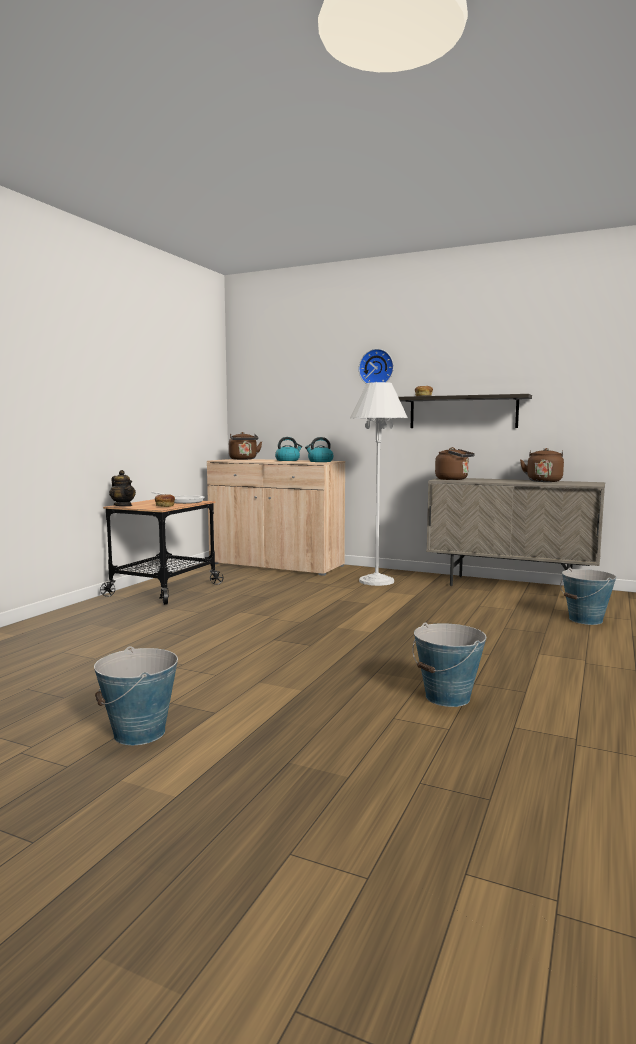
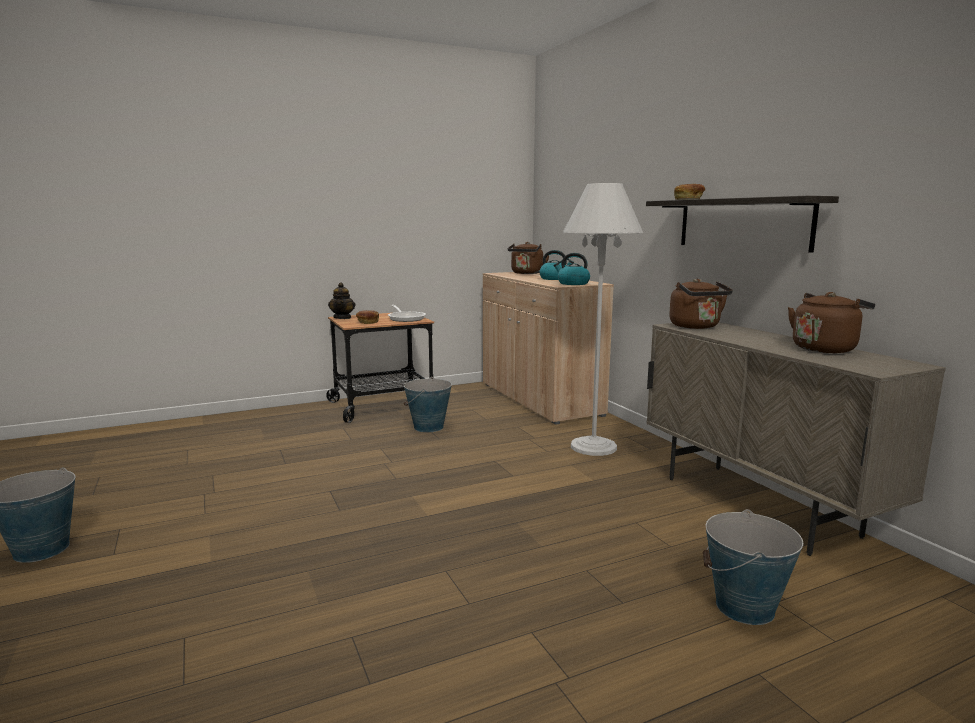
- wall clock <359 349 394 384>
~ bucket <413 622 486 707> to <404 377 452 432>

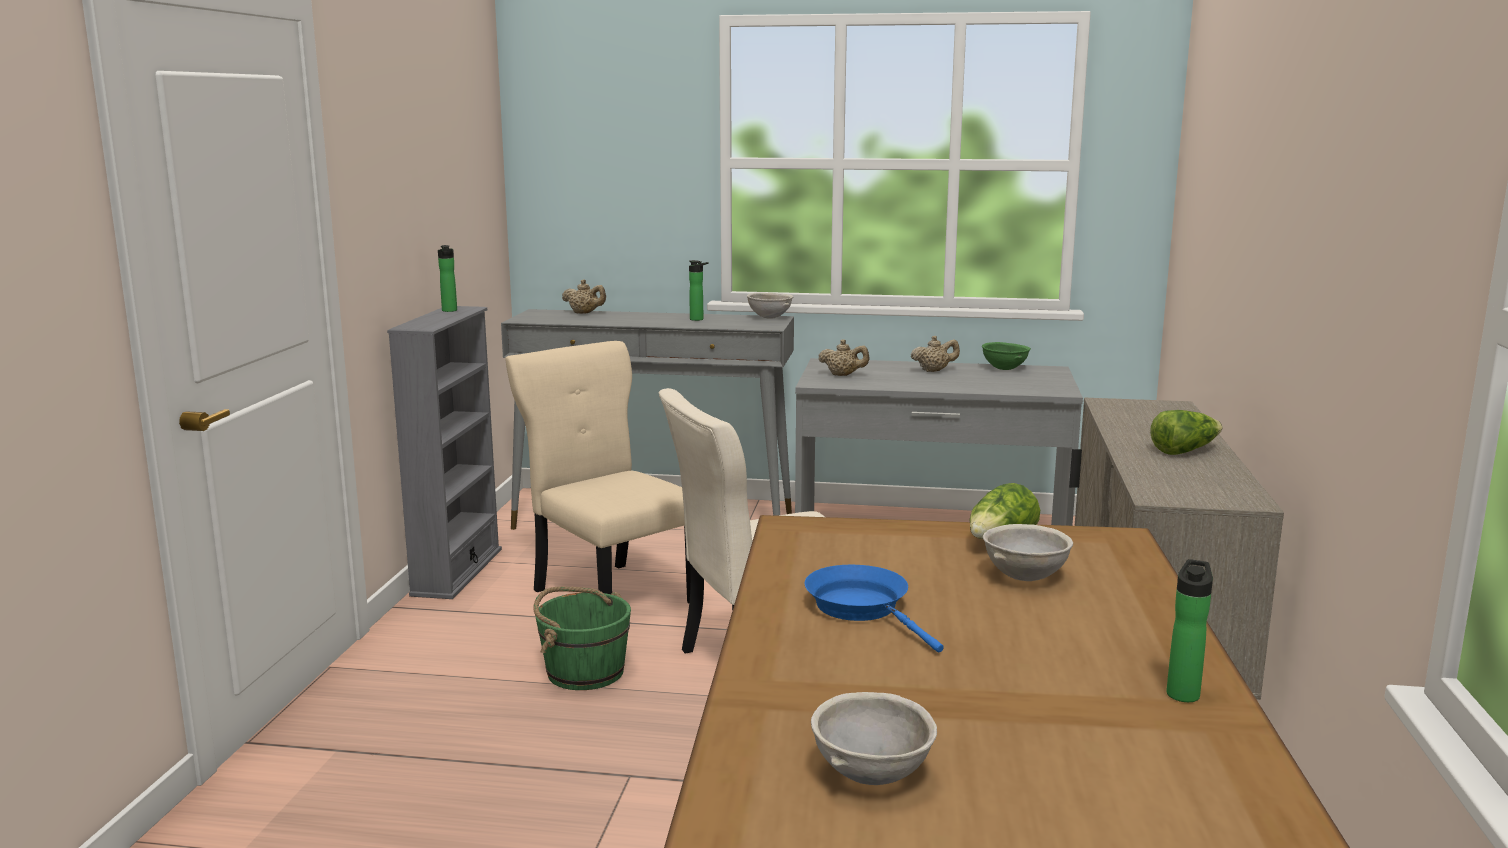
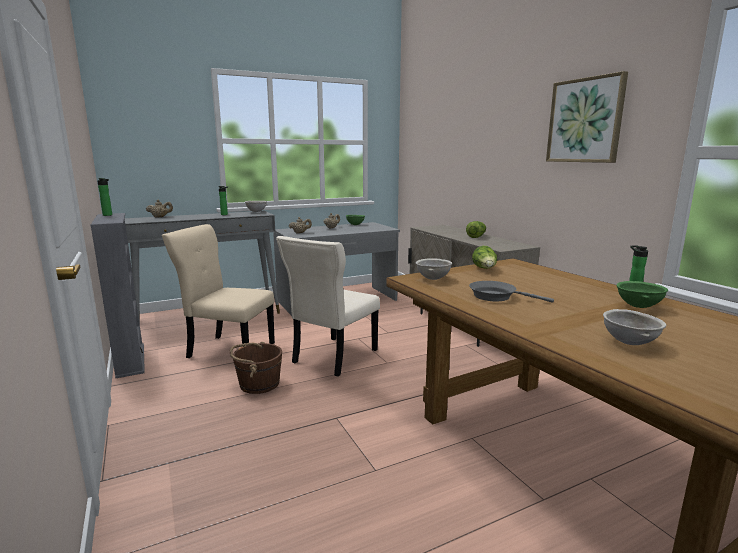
~ grey bowl <983 524 1073 581> to <416 258 452 280>
~ blue frying pan <804 565 943 653> to grey frying pan <469 281 554 303>
~ green bucket <533 587 631 690> to brown bucket <230 342 282 394>
+ picture <546 71 628 163>
+ green bowl <617 281 668 308>

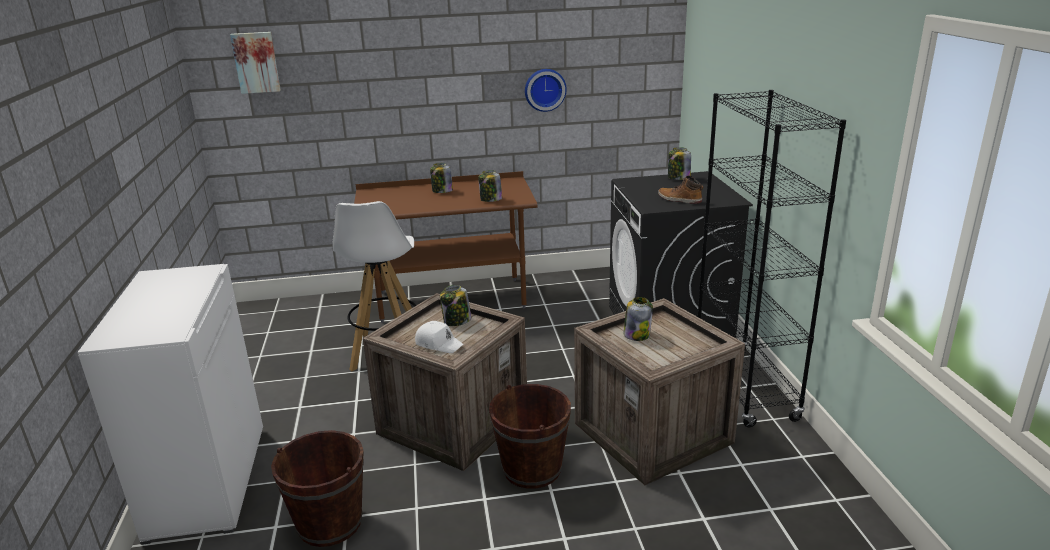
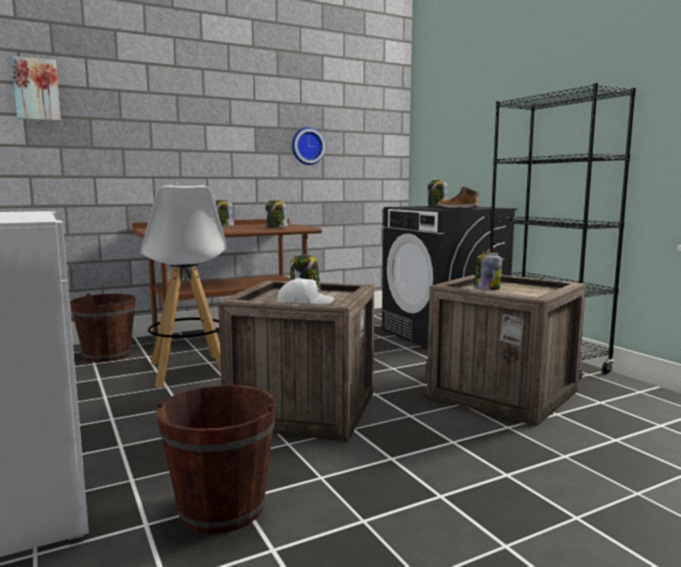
~ brown bucket <489 384 571 489> to <70 293 135 362>

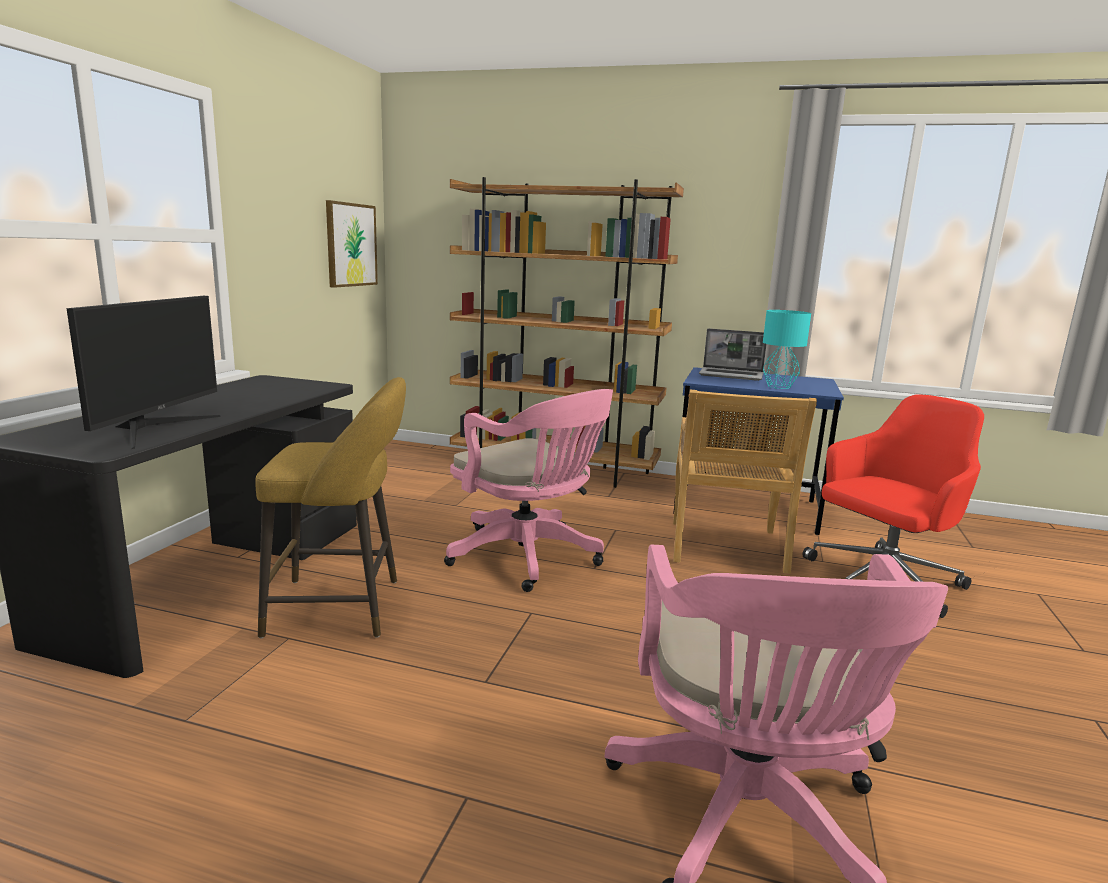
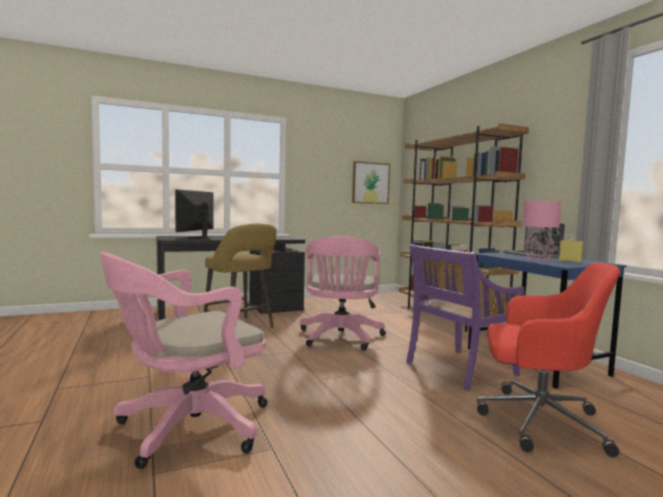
~ monitor <66 296 220 449> = <175 189 213 240> 135 degrees clockwise
~ turquoise table lamp <763 310 811 389> to pink table lamp <523 201 561 262>
~ beige chair <673 390 817 574> to purple chair <406 244 525 391>
+ yellow bottle <559 235 584 263>

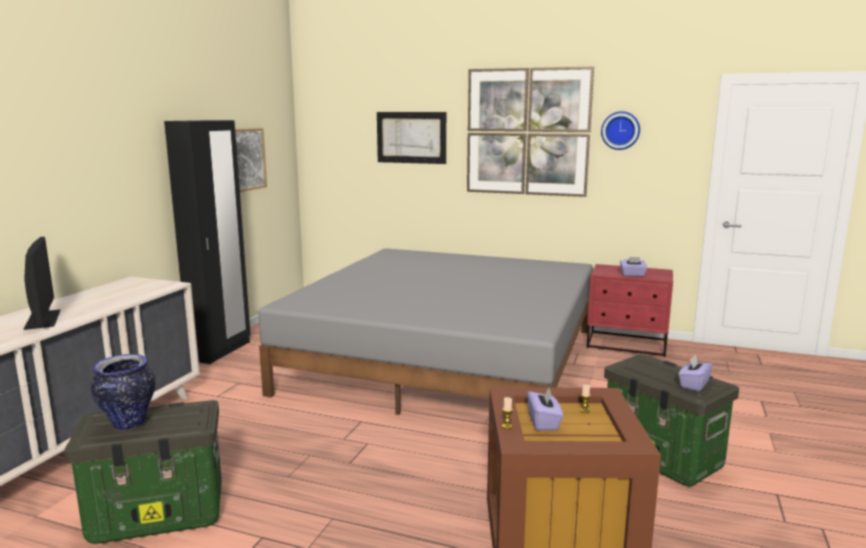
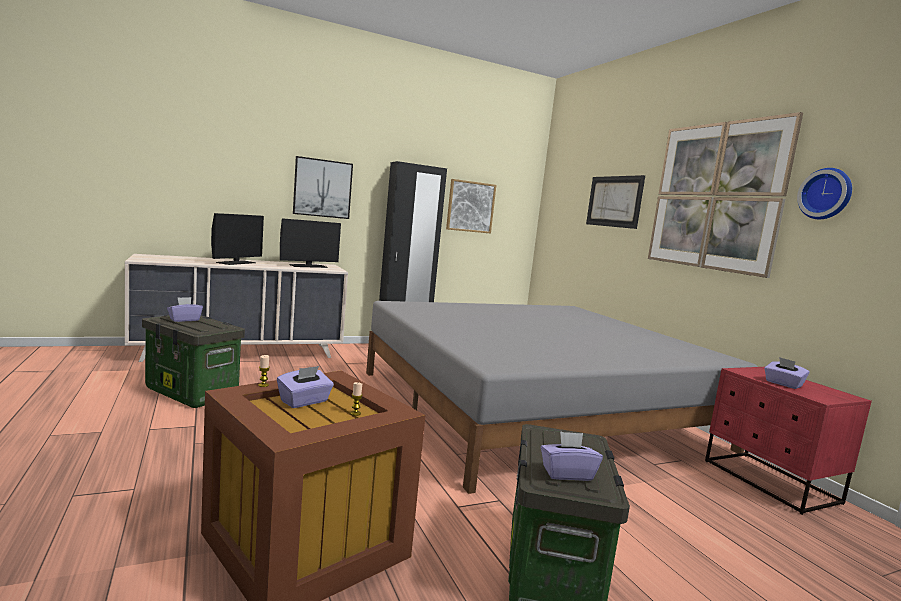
~ vase <91 354 155 430> to purple tissue box <167 297 203 322>
+ picture <293 156 353 219>
+ monitor <280 218 341 268>

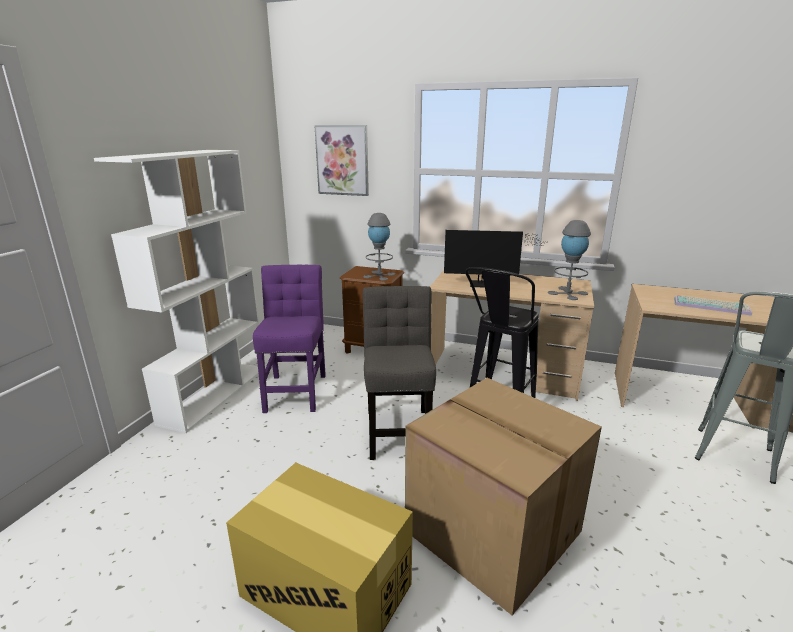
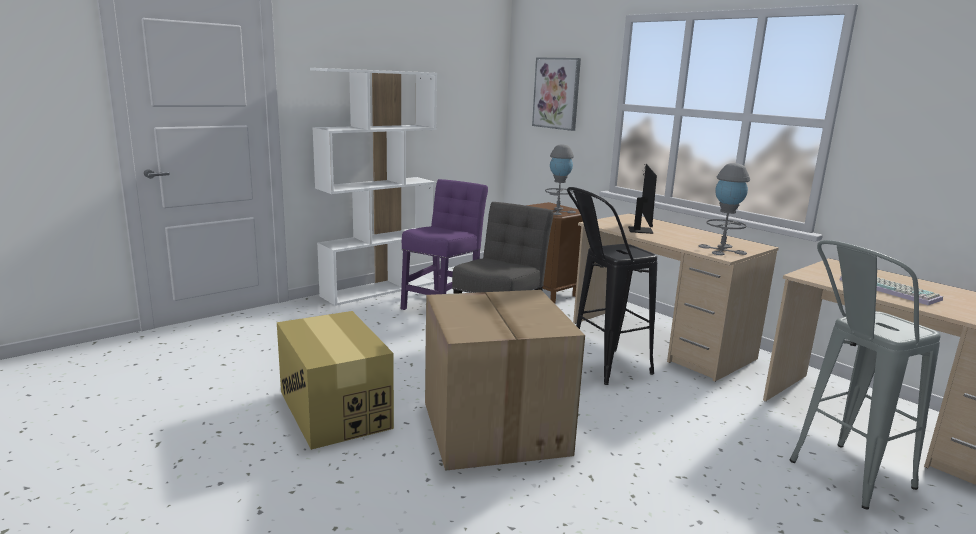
~ monitor <444 230 543 288> = <628 164 657 234> 120 degrees counterclockwise

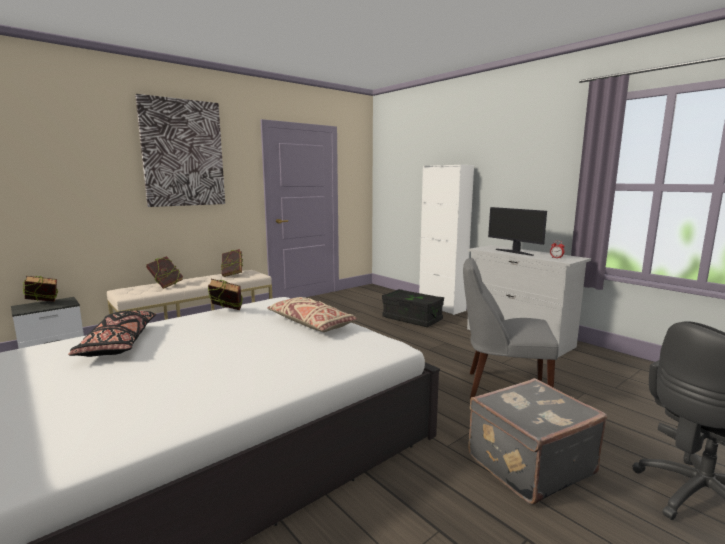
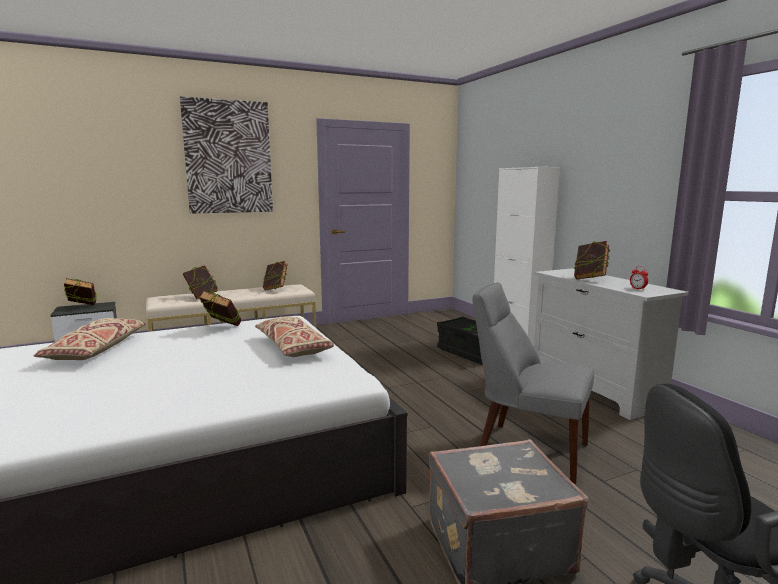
~ monitor <488 207 547 256> to book <574 241 610 279>
~ black pillow <68 311 156 357> to beige pillow <33 318 146 360>

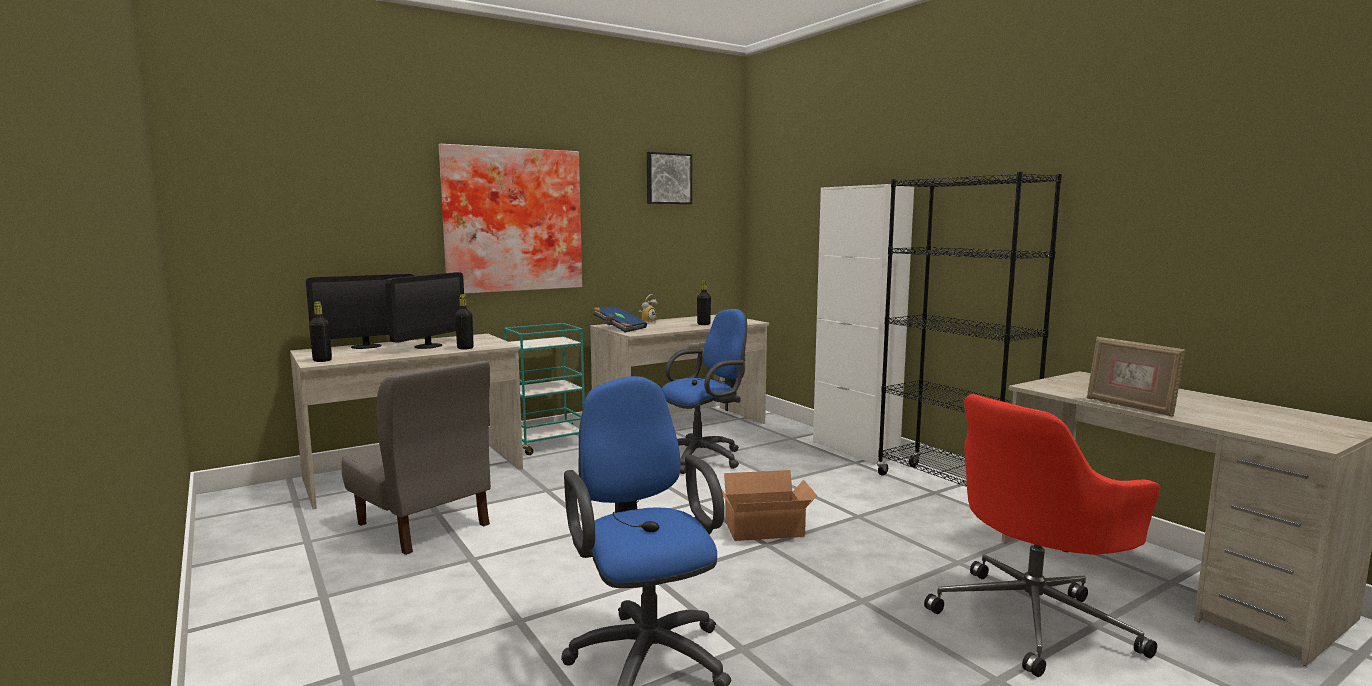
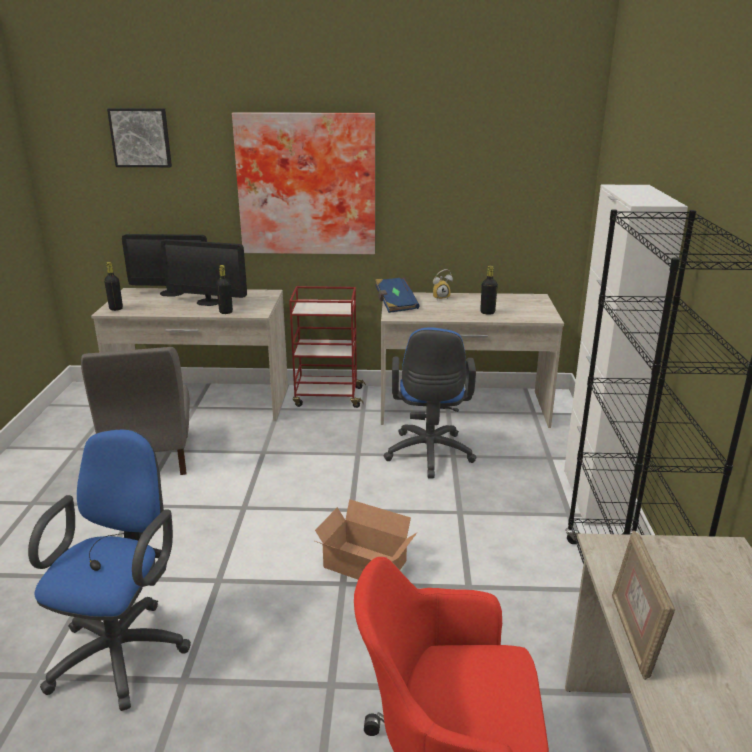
~ picture <647 152 692 204> to <107 108 172 167>
~ monitor <386 272 464 349> = <161 239 247 306> 45 degrees clockwise
~ blue office chair <661 309 747 474> = <384 327 476 479> 90 degrees clockwise
~ turquoise cart <504 323 585 455> to red cart <289 286 366 408>

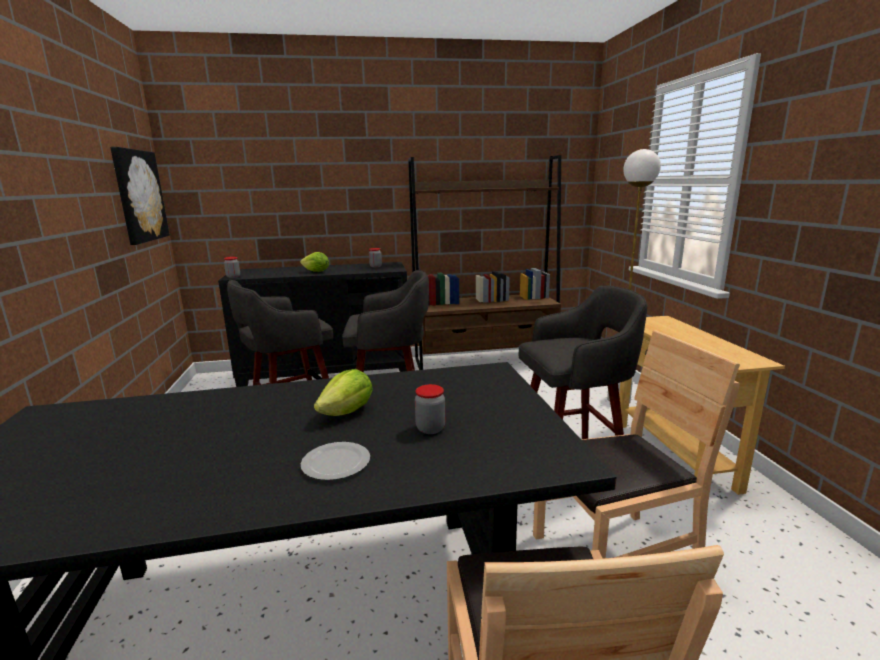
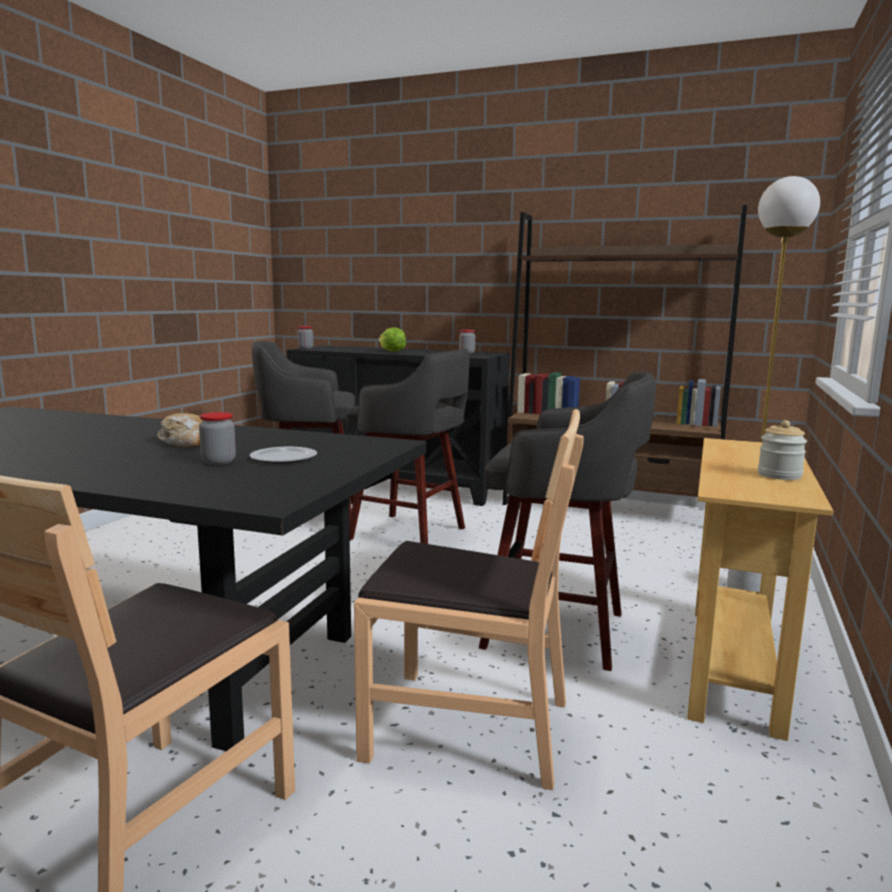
- picture <110 147 170 245>
~ lettuce <314 369 373 416> to bread <157 413 202 447>
~ plate <301 442 370 480> to <250 447 317 464>
+ jar <758 420 807 480>

